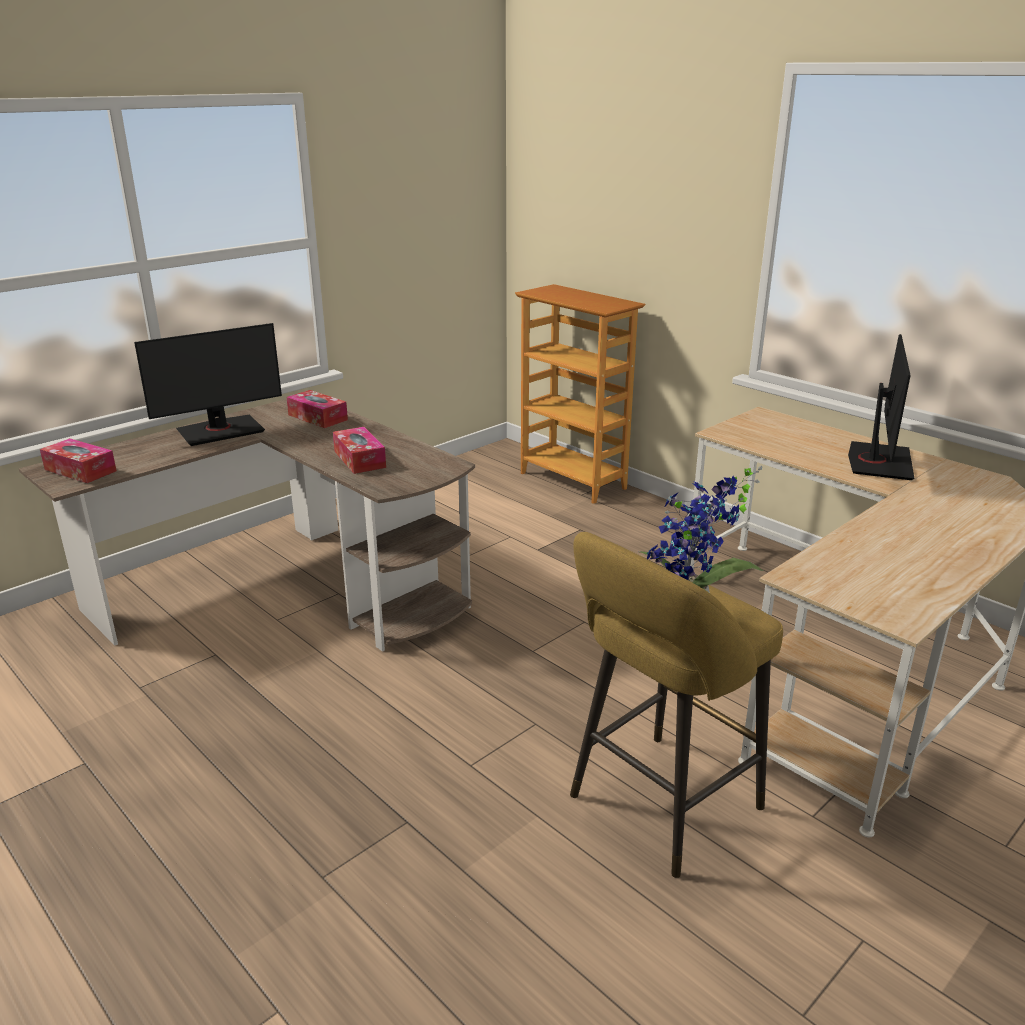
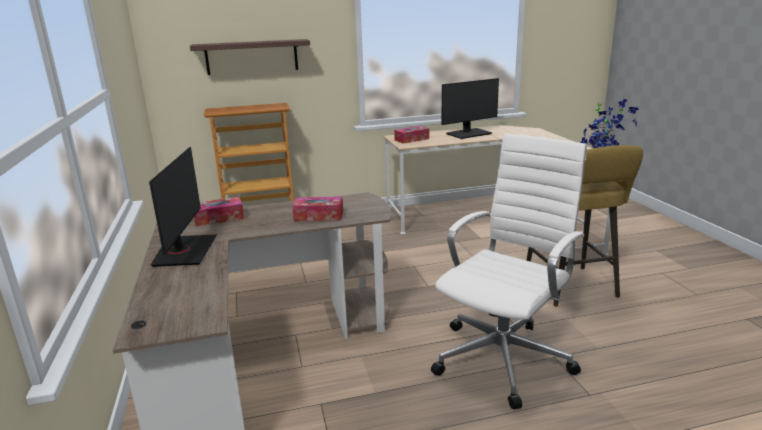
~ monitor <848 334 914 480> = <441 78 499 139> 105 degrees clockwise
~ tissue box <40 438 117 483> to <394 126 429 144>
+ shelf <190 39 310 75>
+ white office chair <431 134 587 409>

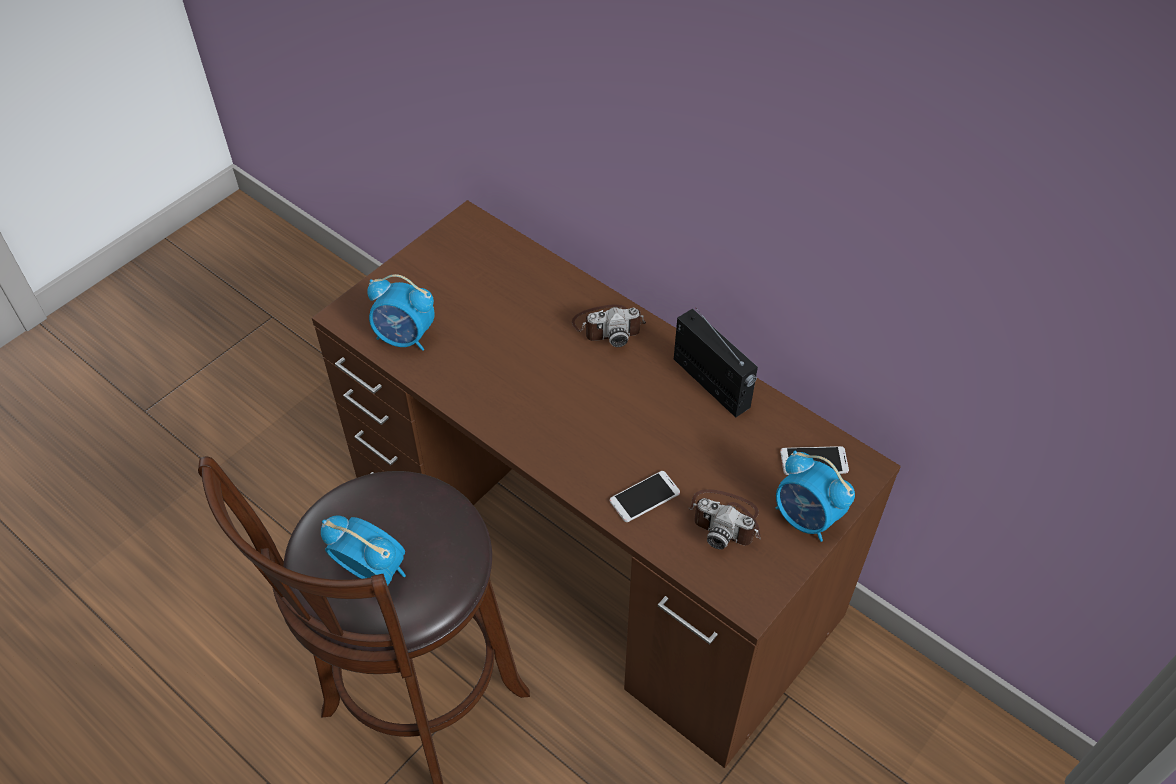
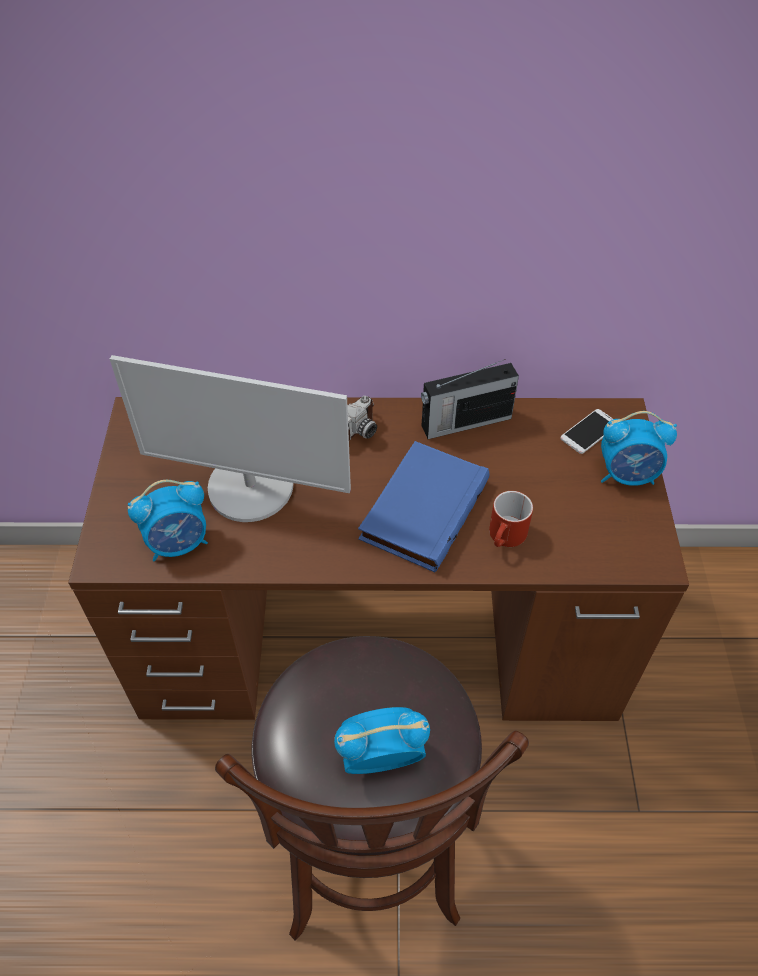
~ radio <674 308 758 417> = <421 359 519 439> 150 degrees clockwise
~ phone <610 471 680 522> to red mug <489 491 533 547>
- photo camera <689 489 761 549>
+ monitor <110 355 351 522>
+ blue book <358 441 490 572>

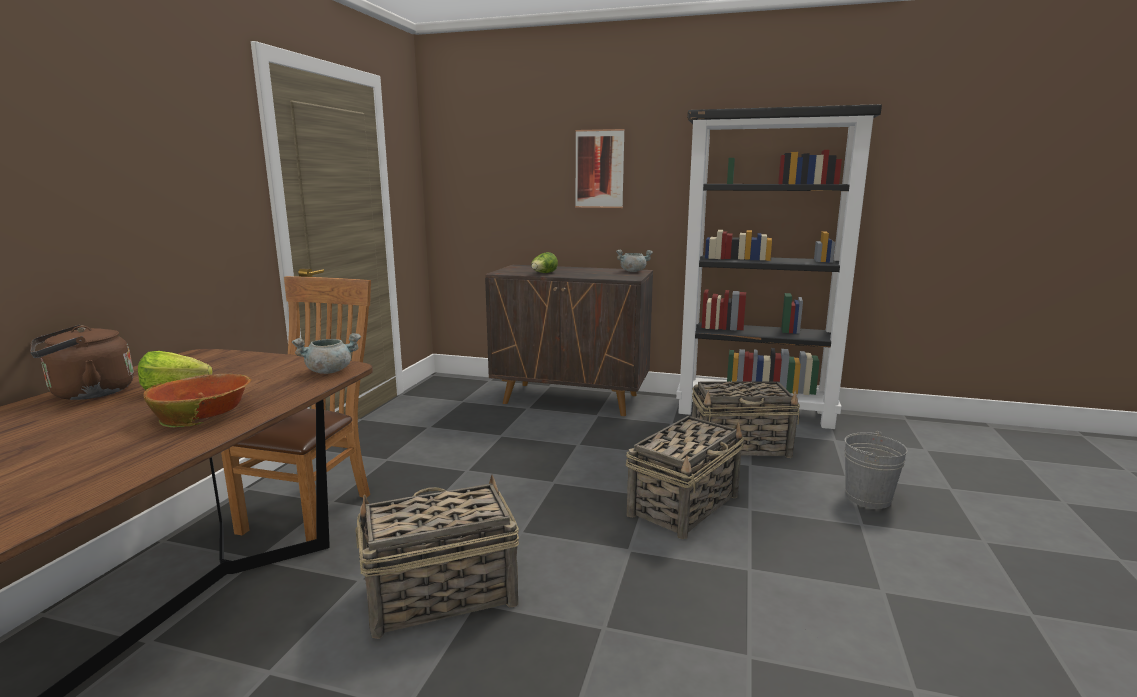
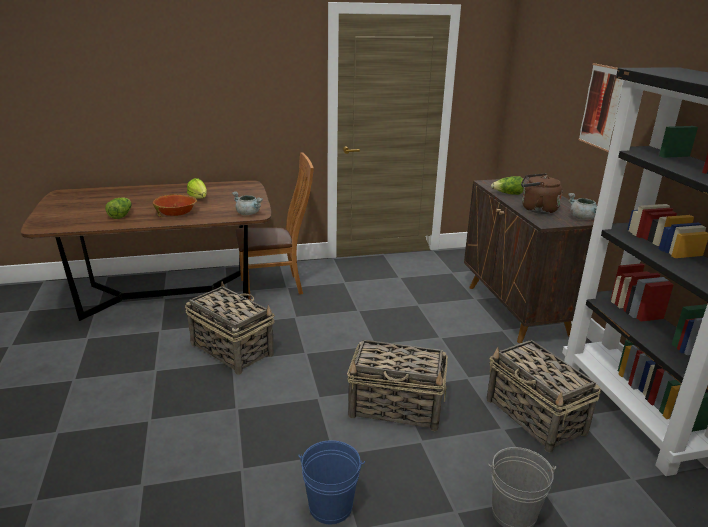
~ brown kettle <30 325 134 400> to <521 173 563 214>
+ lettuce <105 197 132 219>
+ blue bucket <298 440 365 524>

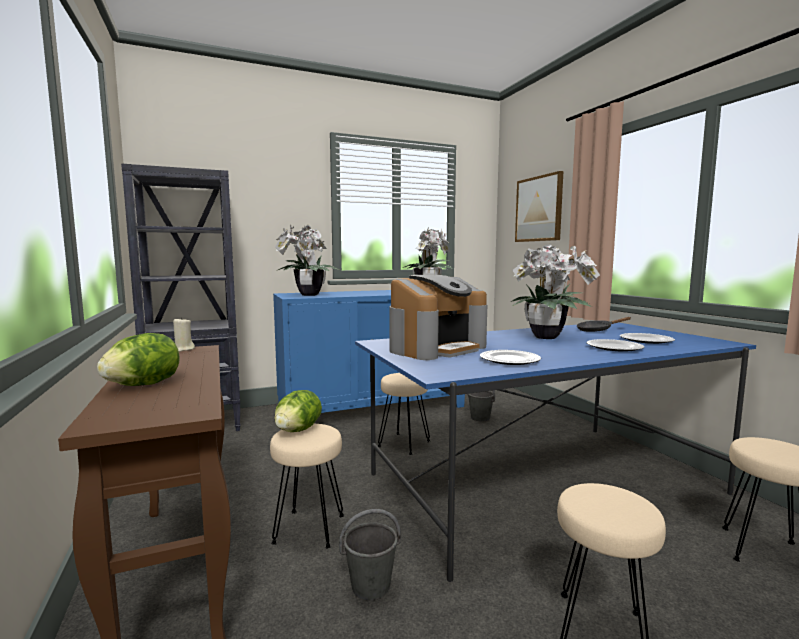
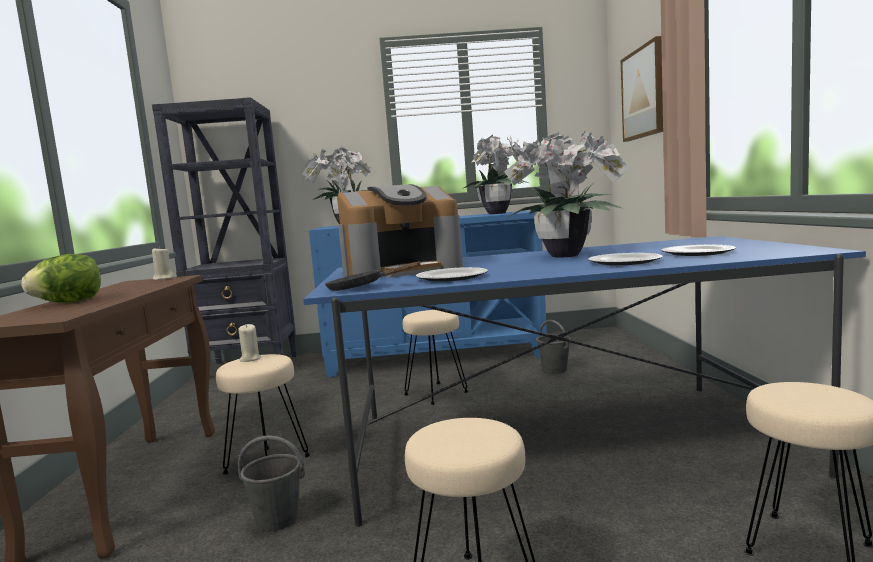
~ black frying pan <577 317 631 332> to <325 262 422 291>
~ lettuce <274 390 322 432> to beige candle <238 324 261 362>

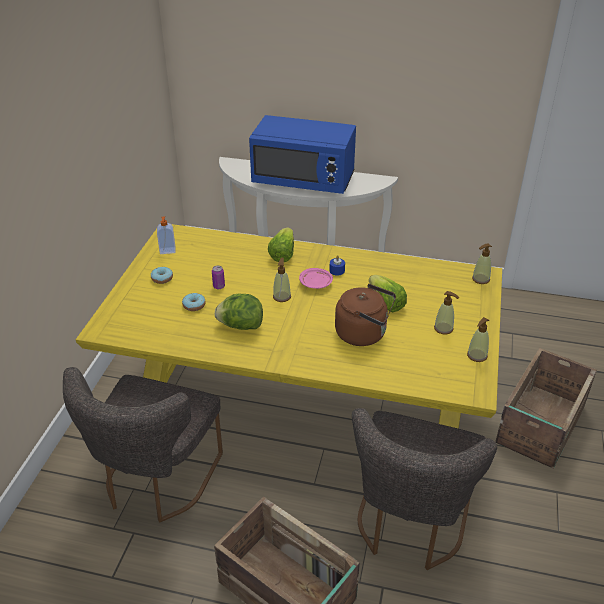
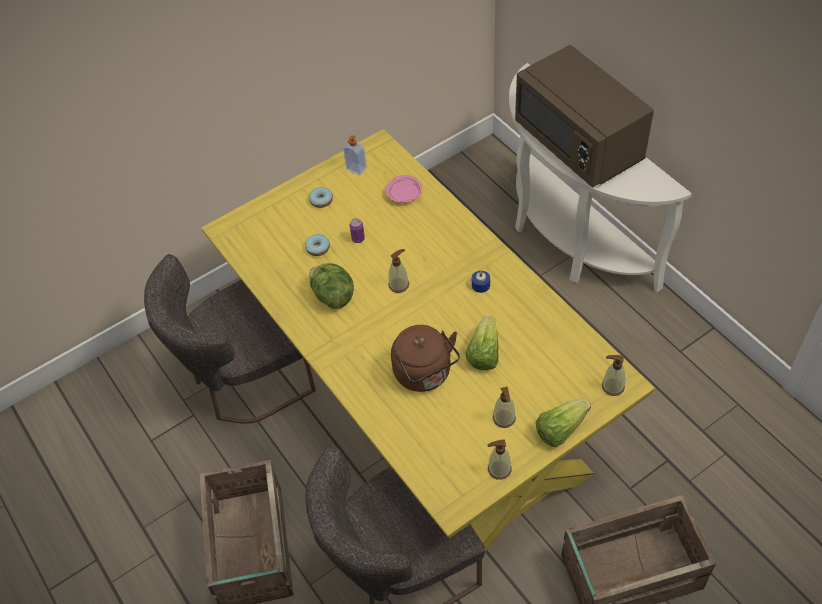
~ blue microwave <249 115 356 194> to brown microwave <515 45 654 188>
~ lettuce <268 227 294 262> to <536 398 591 447>
~ pink plate <299 268 333 289> to <386 175 422 203>

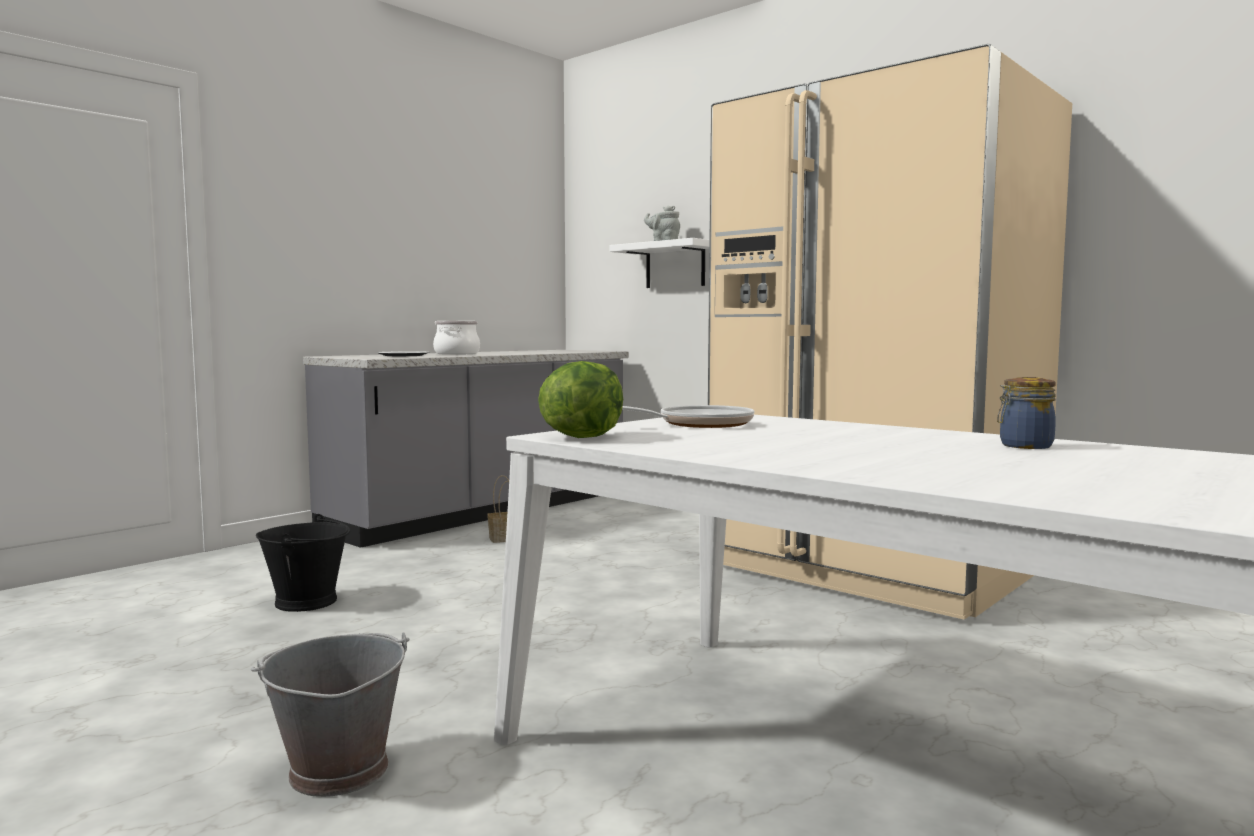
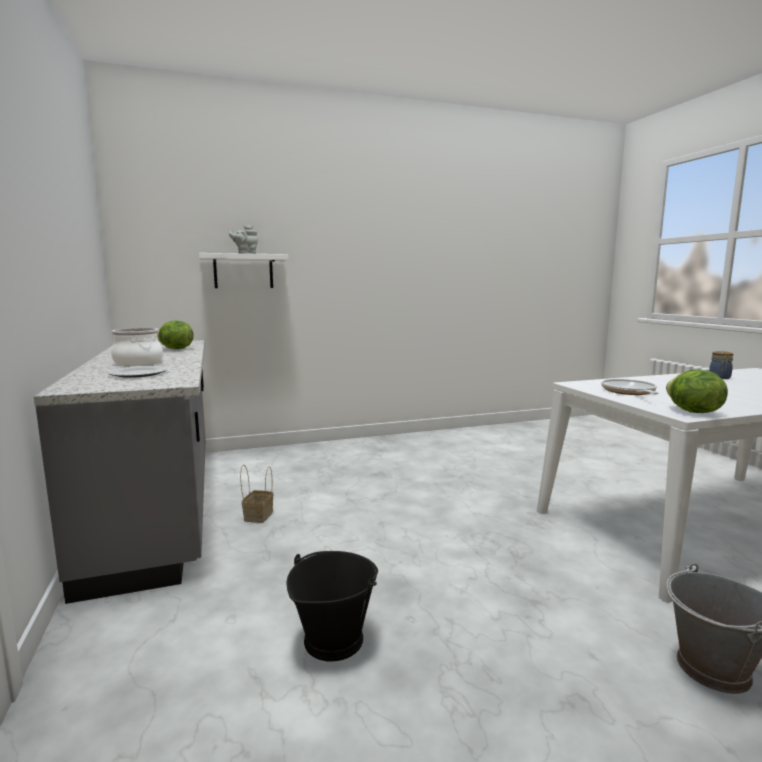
- beige fridge <708 44 1072 620>
+ lettuce <157 321 193 349>

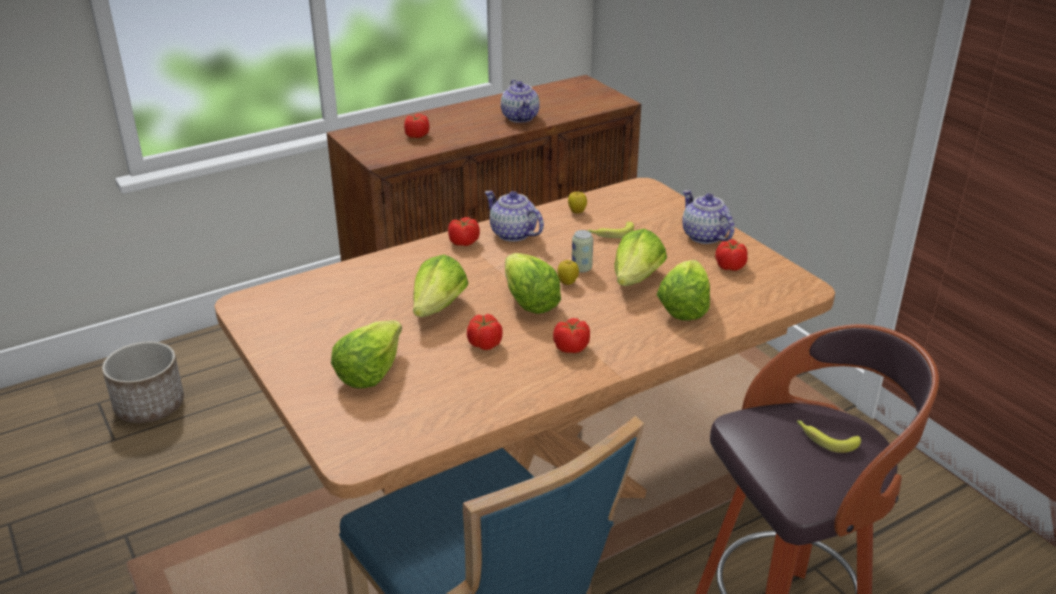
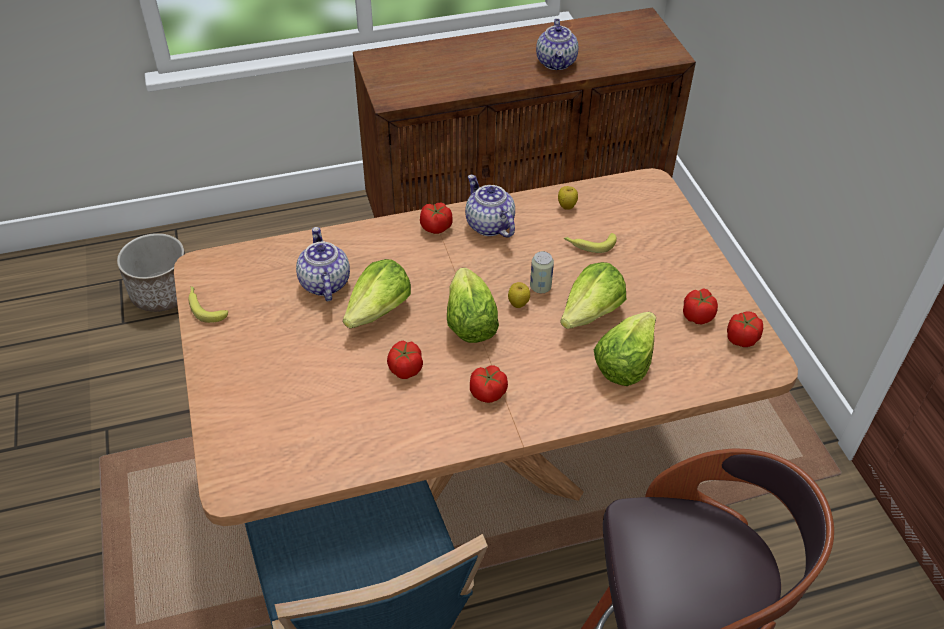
~ tomato <404 114 429 138> to <727 312 763 347>
~ teapot <682 190 734 244> to <296 227 350 301>
- lettuce <331 320 402 389>
~ banana <797 420 861 453> to <189 286 228 323>

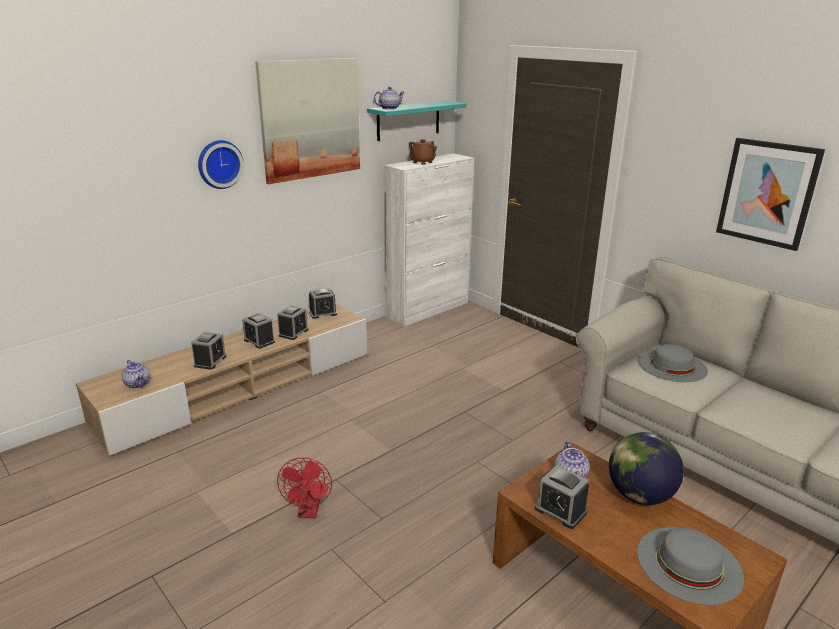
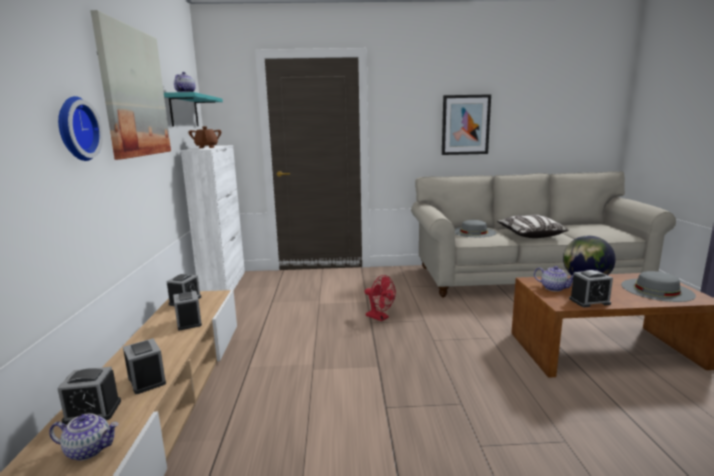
~ alarm clock <242 313 275 349> to <57 367 121 425>
~ red fan <277 457 332 518> to <364 275 396 321>
+ pillow <497 215 569 238>

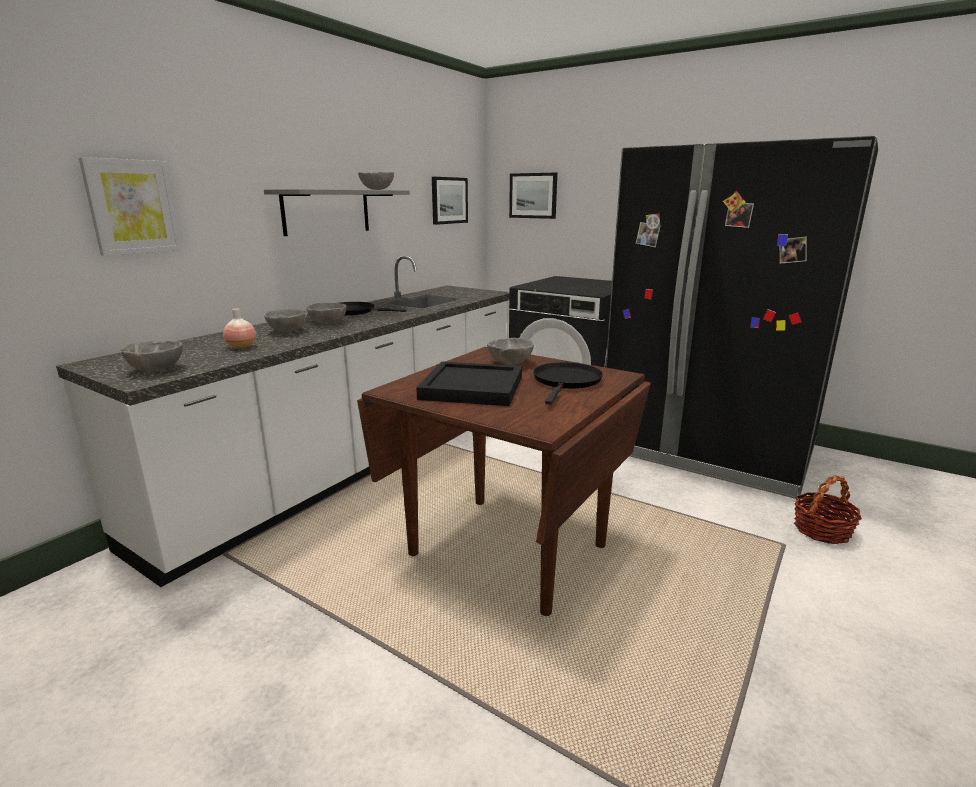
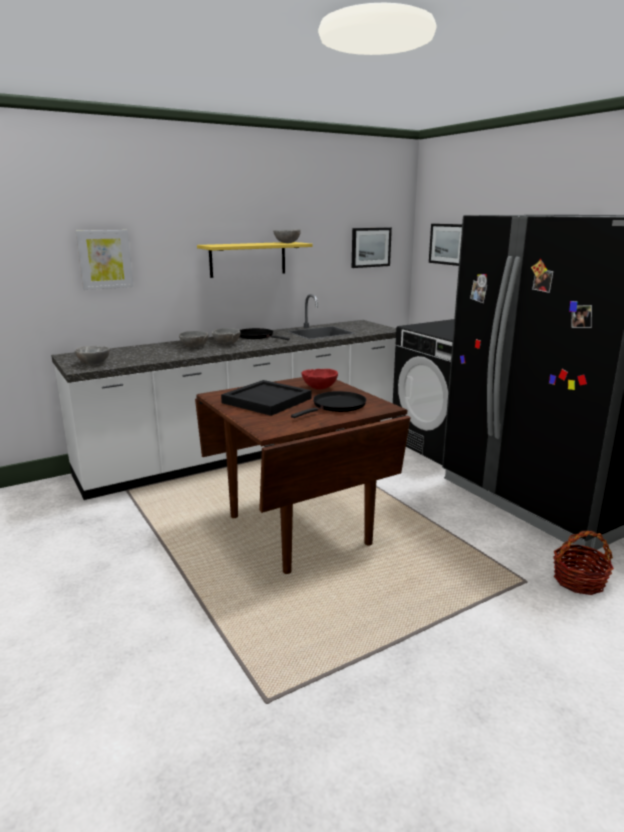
~ grey shelf <264 189 410 236> to yellow shelf <197 242 313 278>
- vase <223 308 256 349>
~ grey bowl <487 338 534 365> to red bowl <301 369 338 390>

